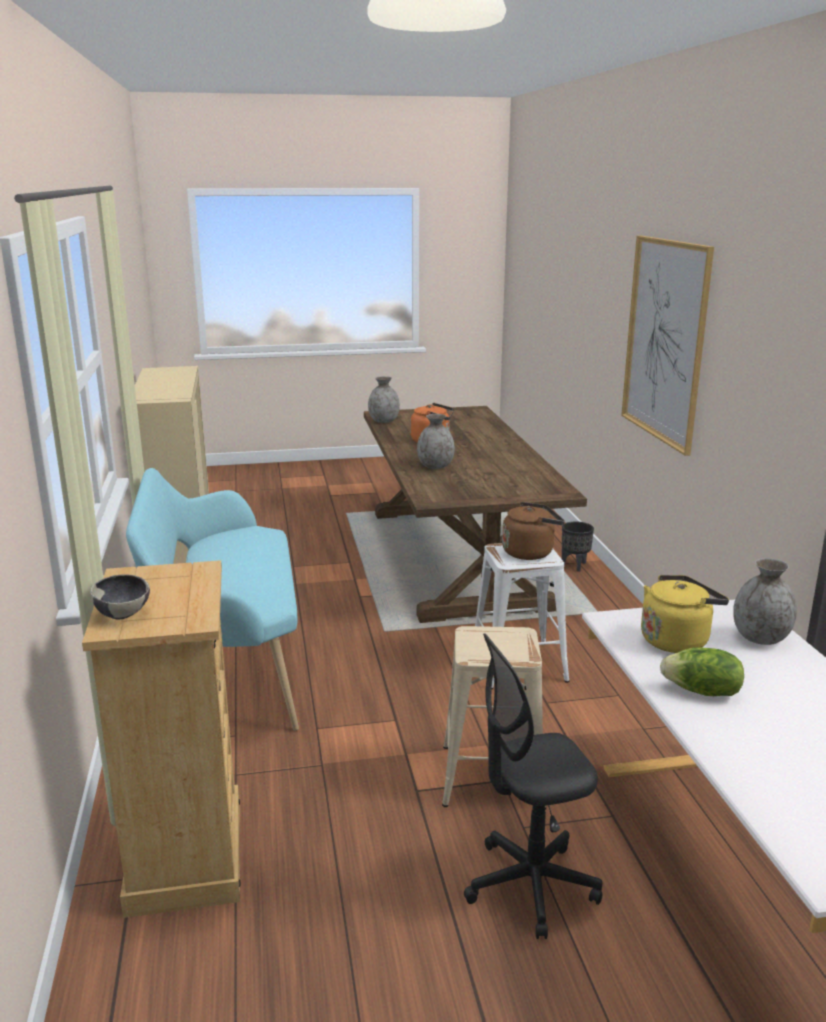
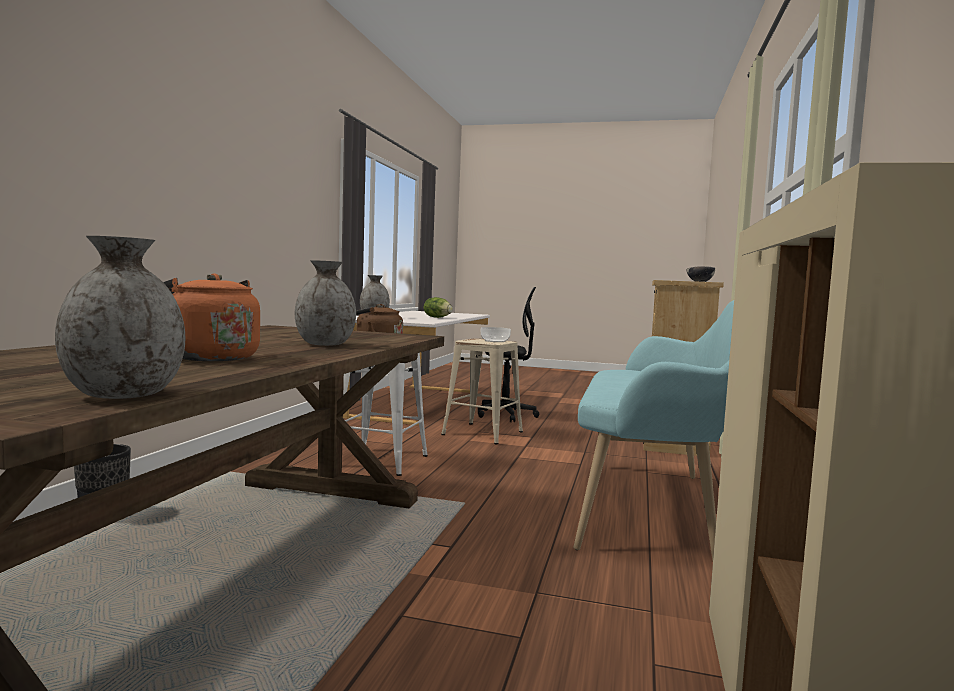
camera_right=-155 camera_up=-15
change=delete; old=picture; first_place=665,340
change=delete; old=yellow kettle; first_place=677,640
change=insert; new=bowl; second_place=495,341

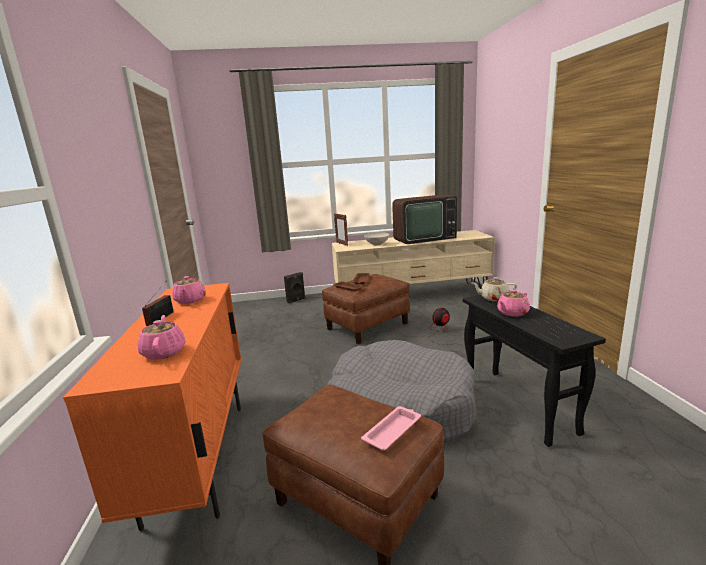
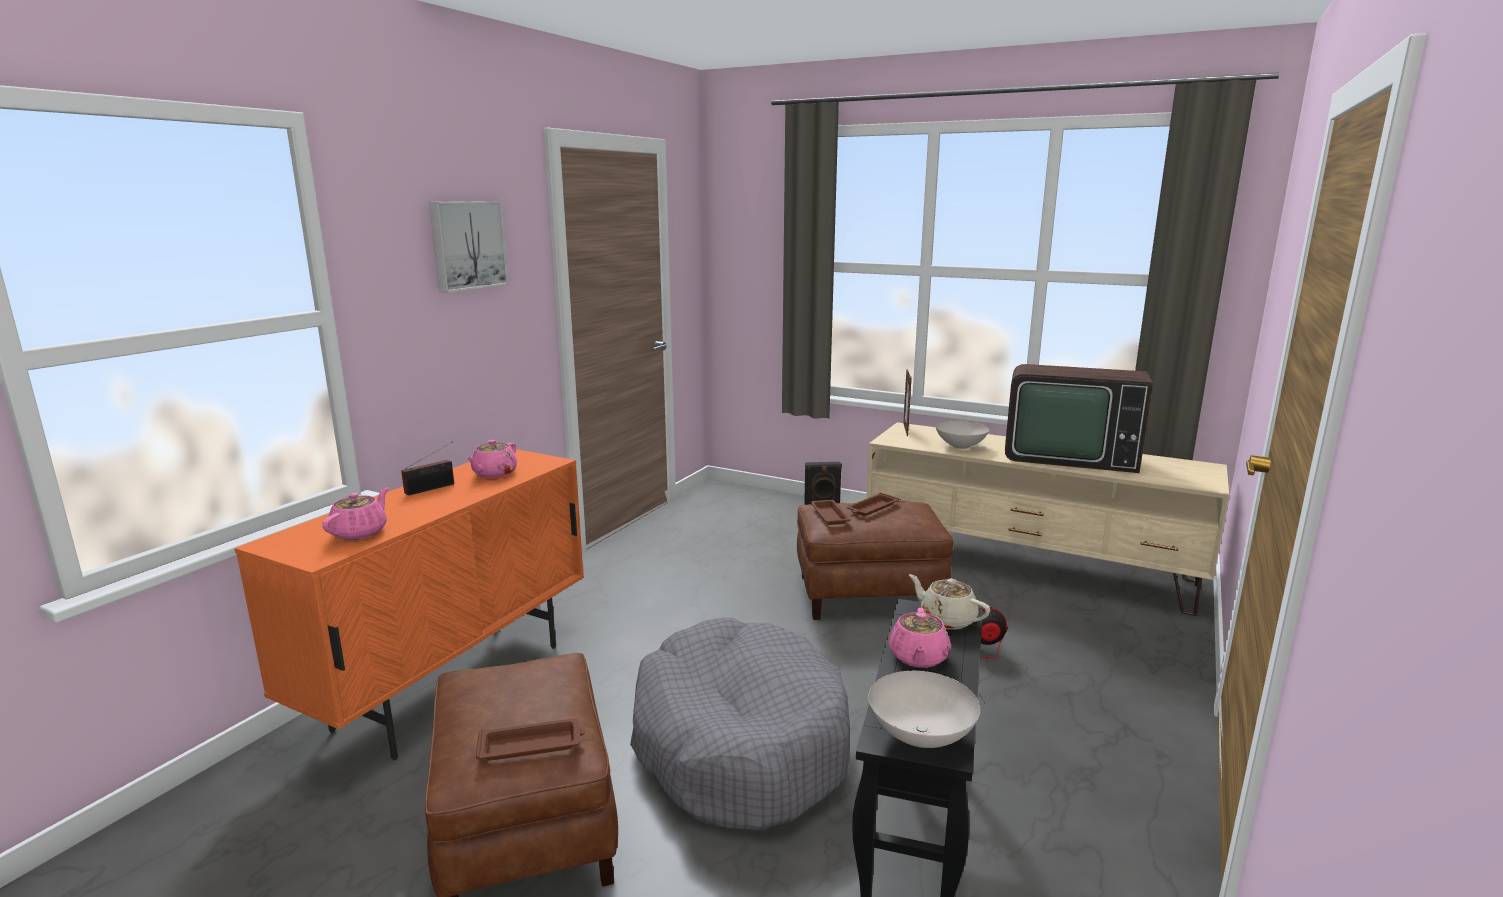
camera_right=35 camera_up=0
change=recolor; old=pink tray; new=brown tray; first_place=393,431; second_place=532,745
change=rotate; old=pink teapot; first_place=512,313; second_place=918,657; degrees=-75
change=insert; new=picture; second_place=467,245
change=insert; new=white bowl; second_place=922,737

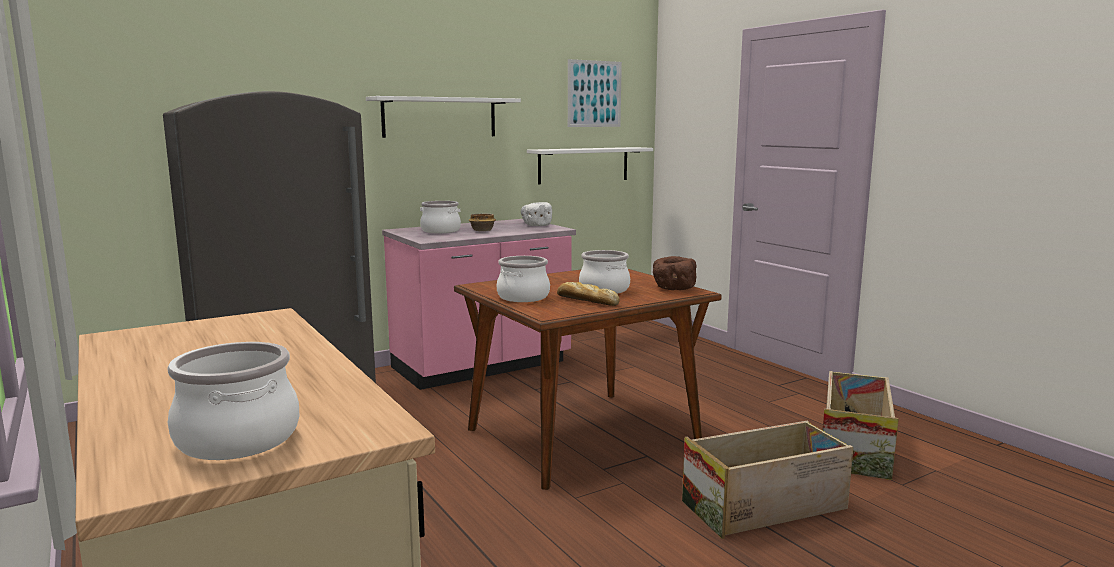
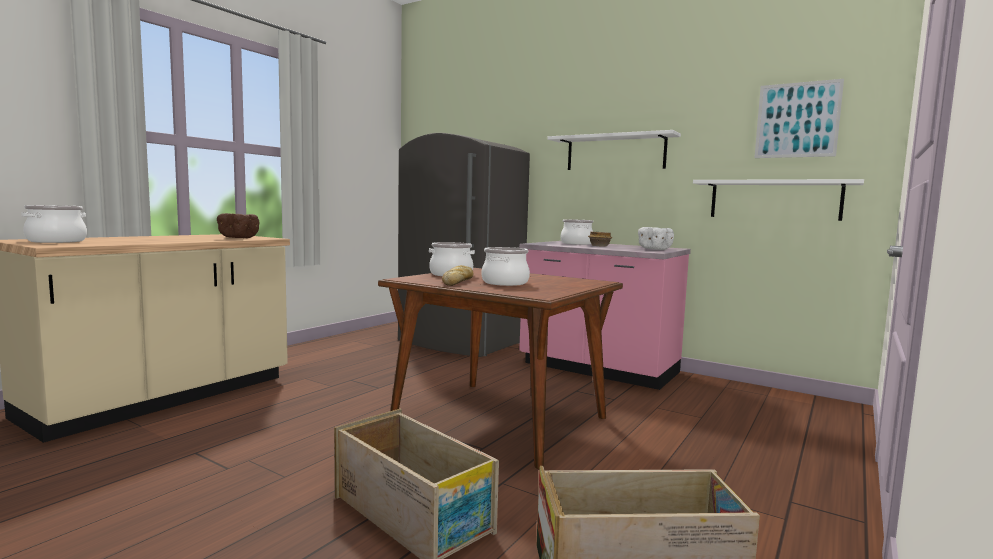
camera_right=65 camera_up=-5
change=move; old=brown bowl; first_place=673,289; second_place=238,238

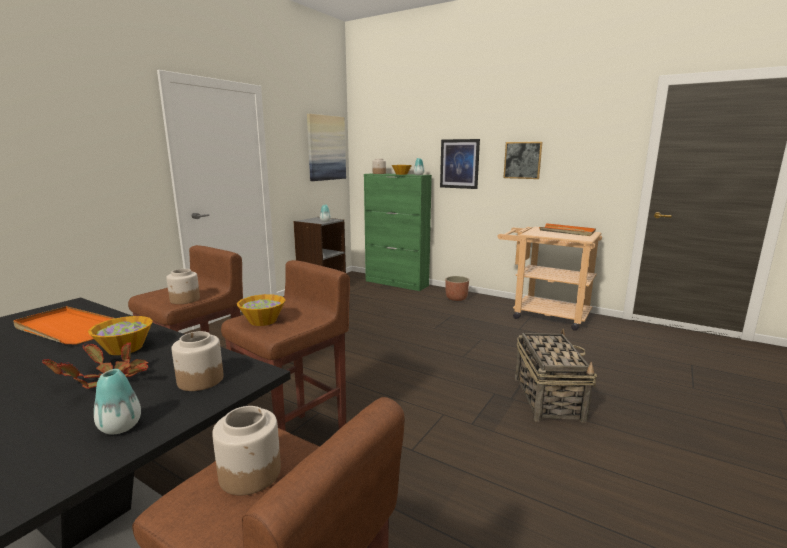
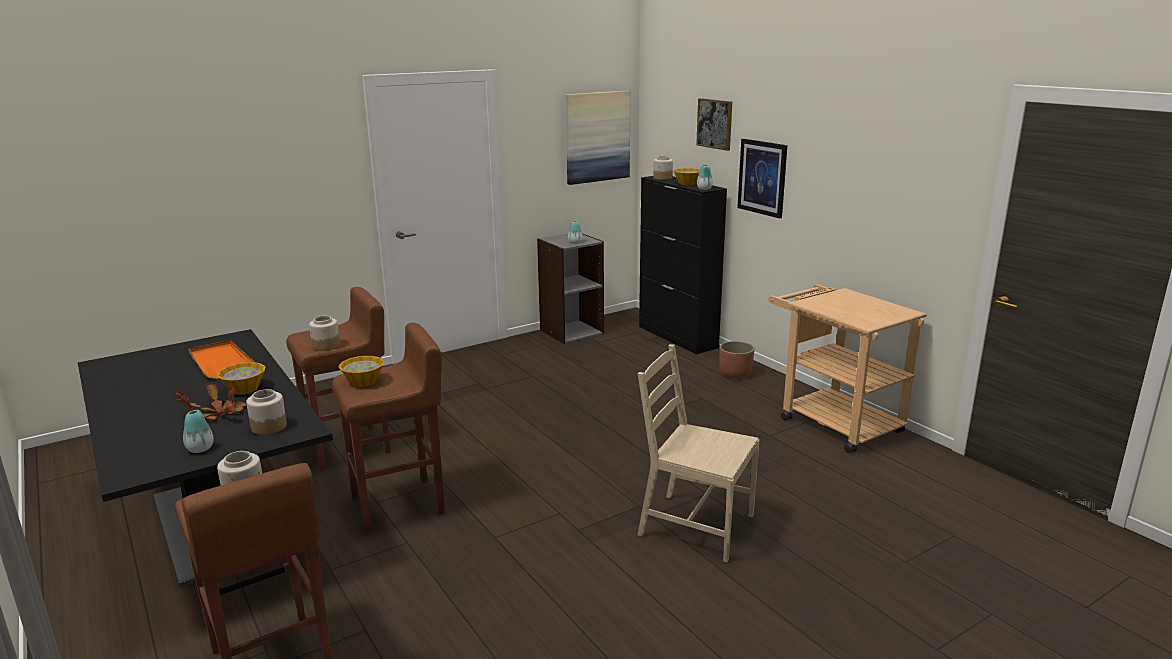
camera_right=25 camera_up=5
change=recolor; old=green cabinet; new=black cabinet; first_place=397,283; second_place=677,337
change=move; old=picture; first_place=522,160; second_place=715,124
change=replace; old=basket; new=beige chair; first_place=548,398; second_place=694,525
change=delete; old=orange tray; first_place=567,232

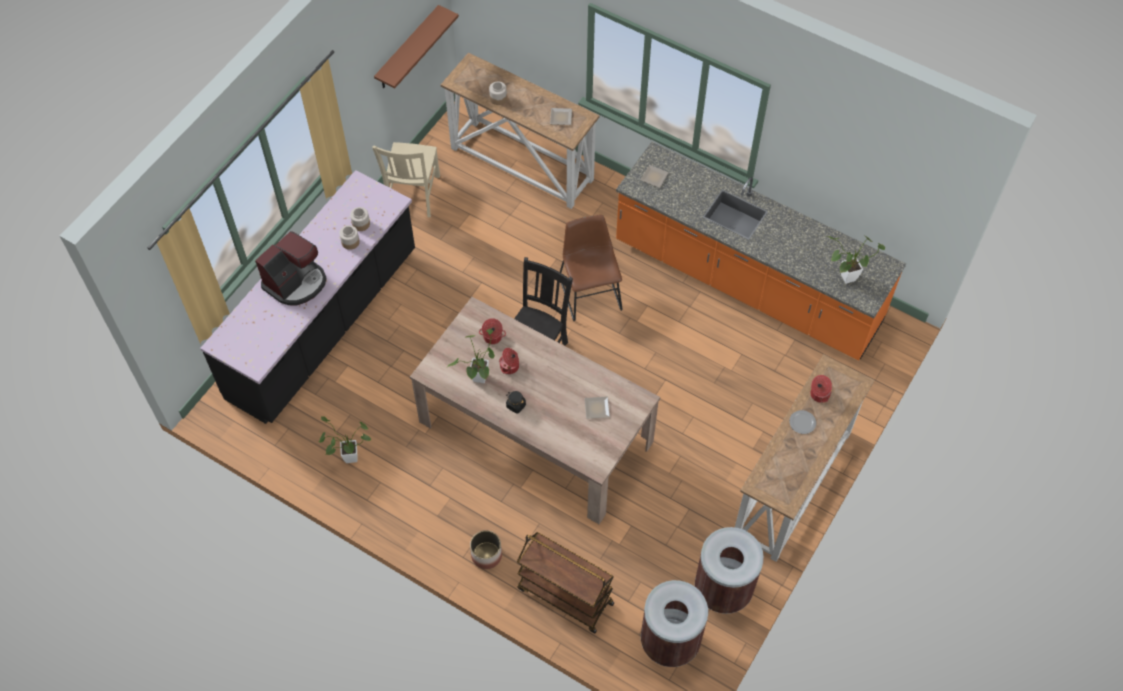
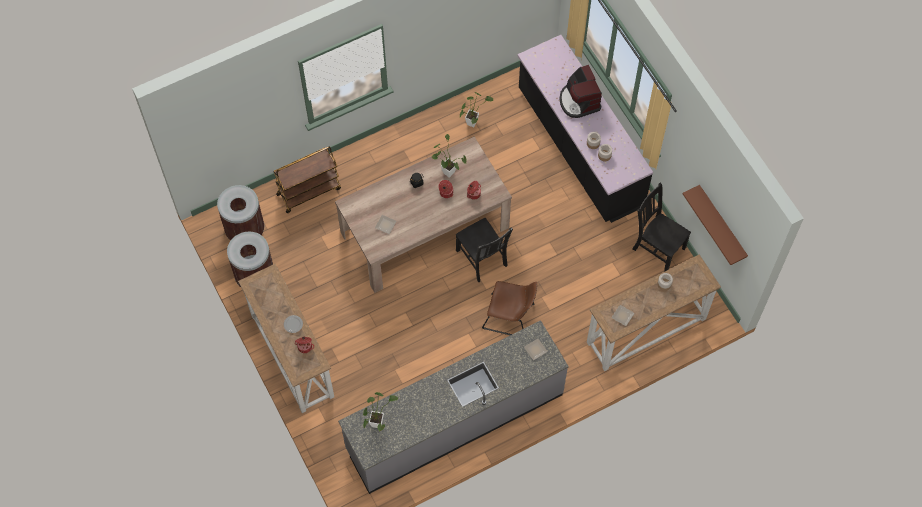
camera_right=120 camera_up=5
change=recolor; old=beige chair; new=black chair; first_place=413,195; second_place=657,247
change=delete; old=planter; first_place=487,555
change=recolor; old=orange counter; new=grey counter; first_place=746,283; second_place=454,421

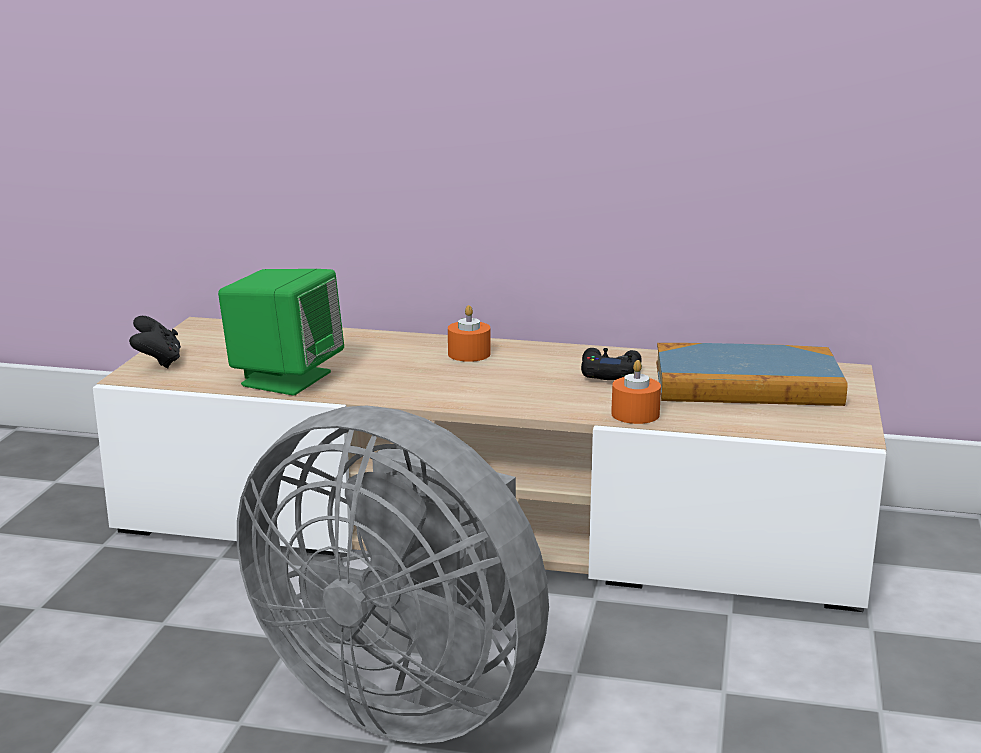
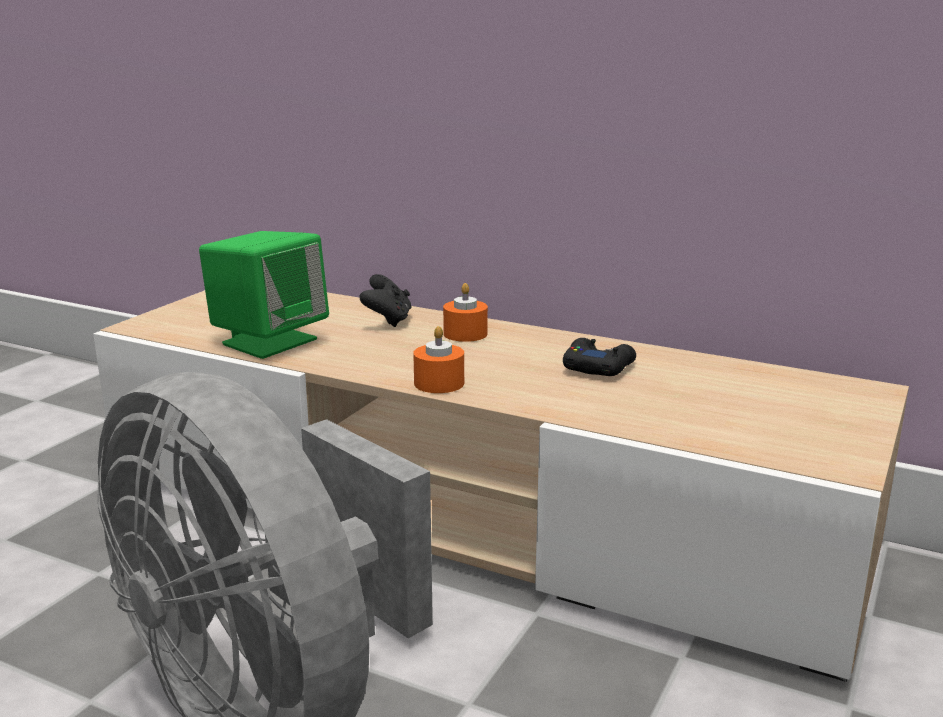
camera_right=15 camera_up=0
change=move; old=black game controller; first_place=158,362; second_place=387,320
change=move; old=orange candle; first_place=635,414; second_place=439,383
change=delete; old=book; first_place=746,384

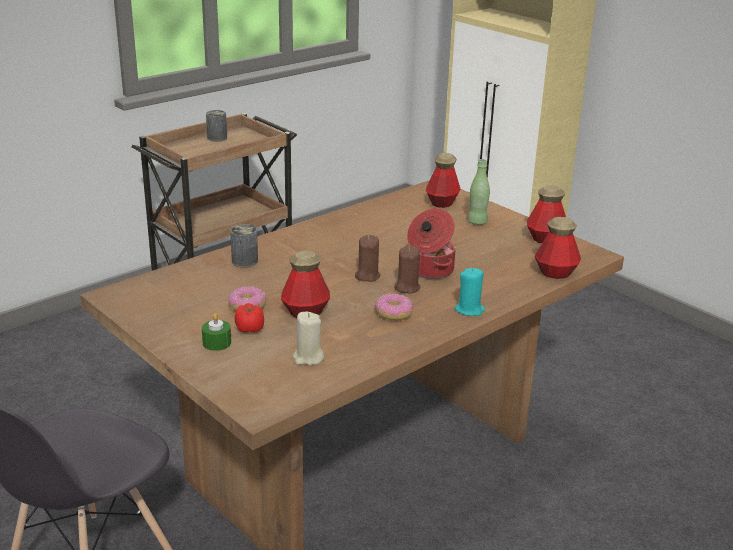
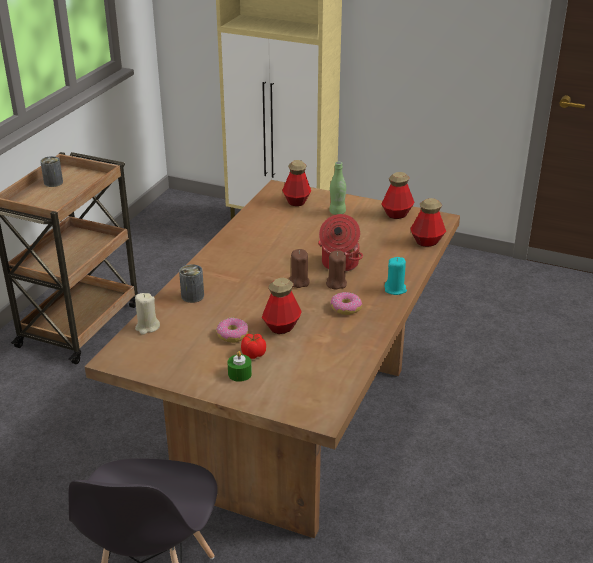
camera_right=-25 camera_up=5
change=move; old=beige candle; first_place=308,358; second_place=147,327

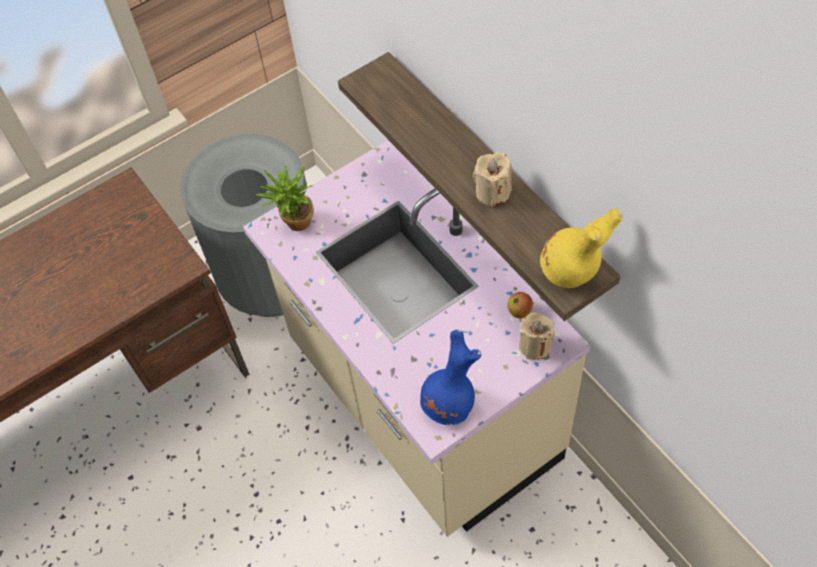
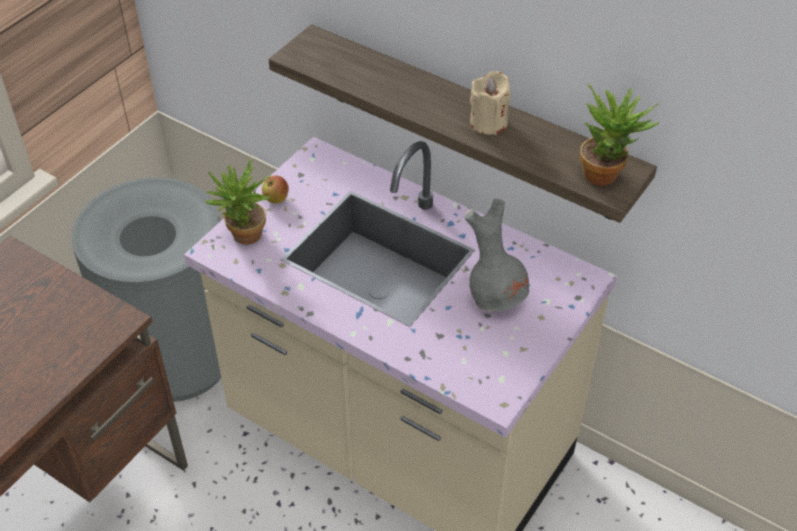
camera_right=-25 camera_up=-10
change=delete; old=blue vase; first_place=450,405
change=move; old=apple; first_place=519,311; second_place=276,199
change=delete; old=beige candle; first_place=535,346
change=replace; old=yellow vase; new=potted plant; first_place=571,272; second_place=607,174
change=insert; new=grey vase; second_place=496,296

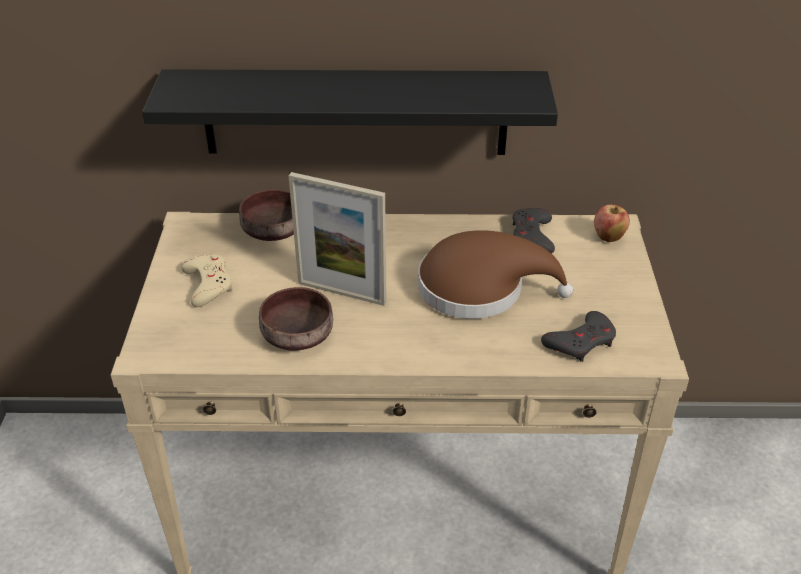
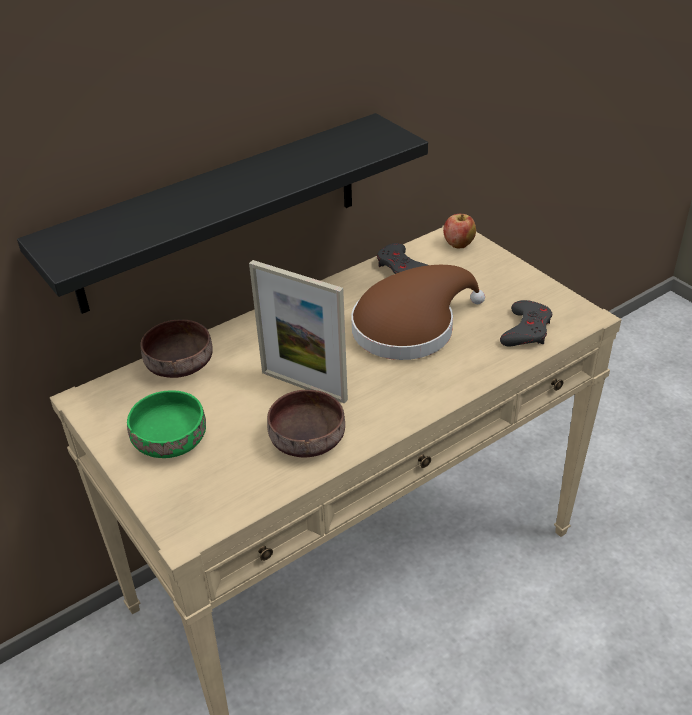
camera_right=-35 camera_up=0
change=replace; old=beige game controller; new=green bowl; first_place=208,284; second_place=172,440
change=rotate; old=picture frame; first_place=341,292; second_place=304,386; degrees=45

